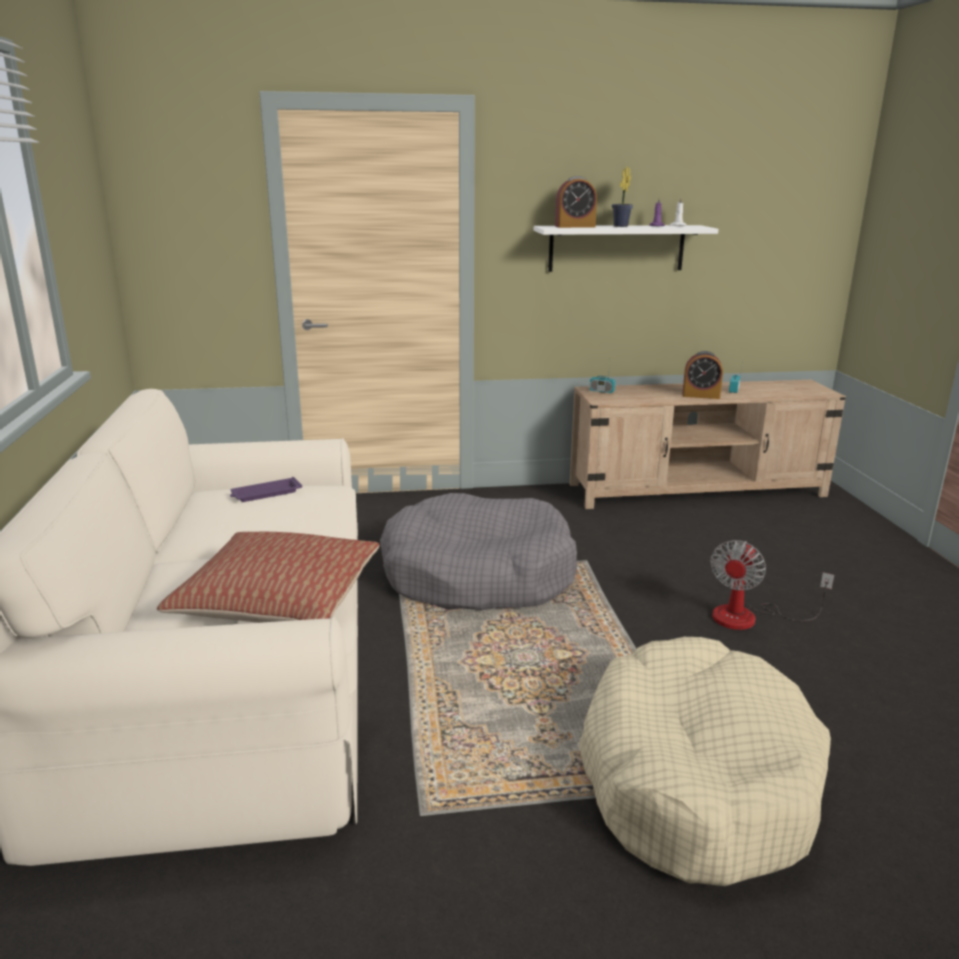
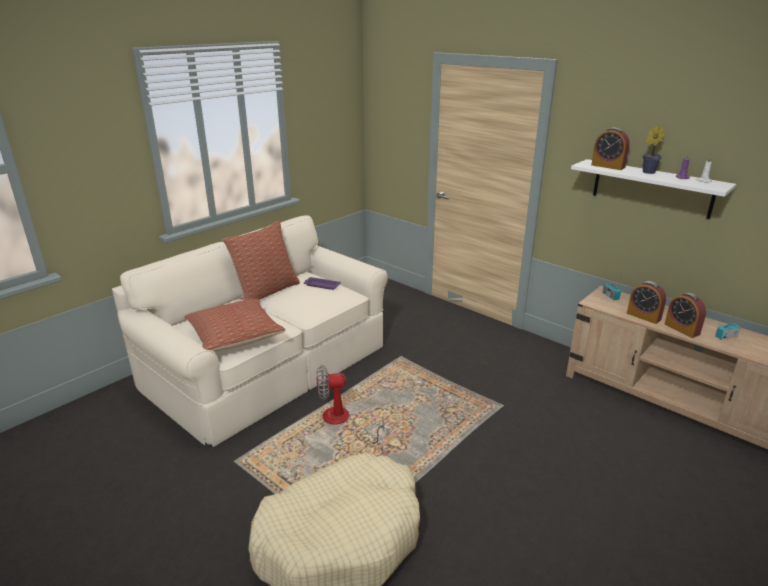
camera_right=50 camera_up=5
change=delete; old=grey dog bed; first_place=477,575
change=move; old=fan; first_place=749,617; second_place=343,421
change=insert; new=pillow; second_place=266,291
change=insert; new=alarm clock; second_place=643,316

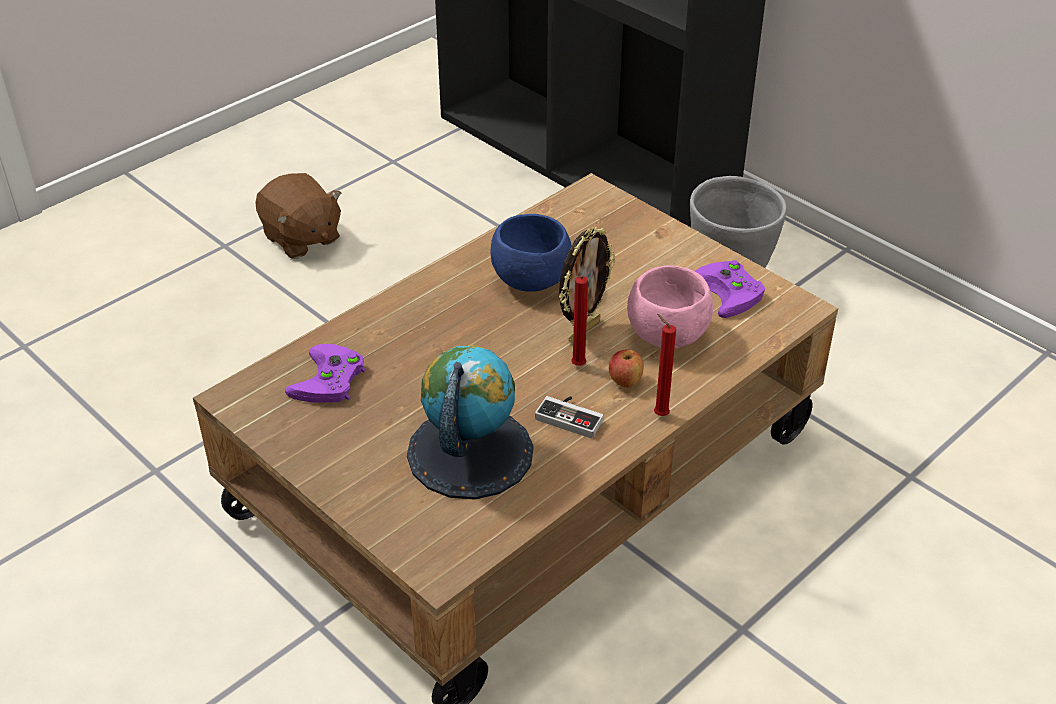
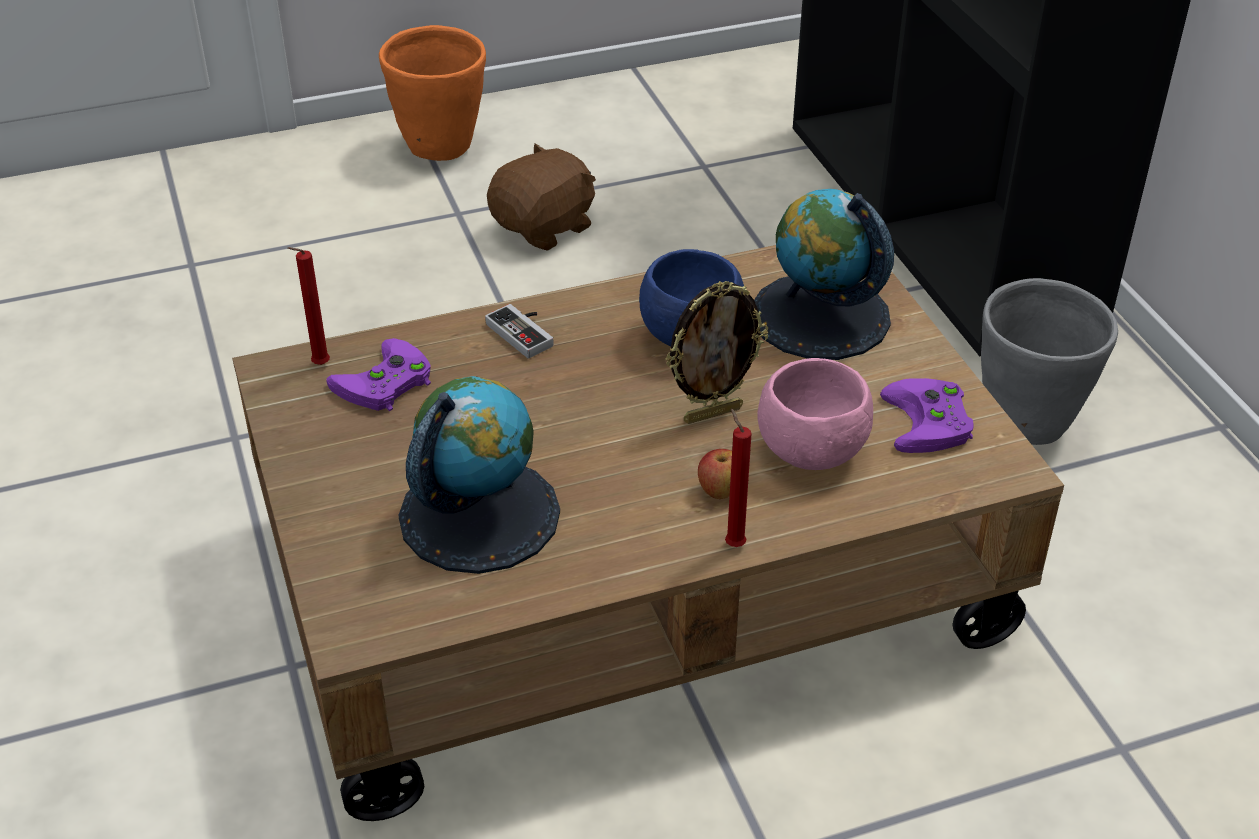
camera_right=25 camera_up=0
change=rotate; old=brown plush toy; first_place=301,238; second_place=545,227; degrees=-120
change=move; old=game controller; first_place=571,416; second_place=525,332
change=move; old=red candle; first_place=577,367; second_place=318,365
change=insert; new=orange planter; second_place=441,148
change=insert; new=globe; second_place=819,316

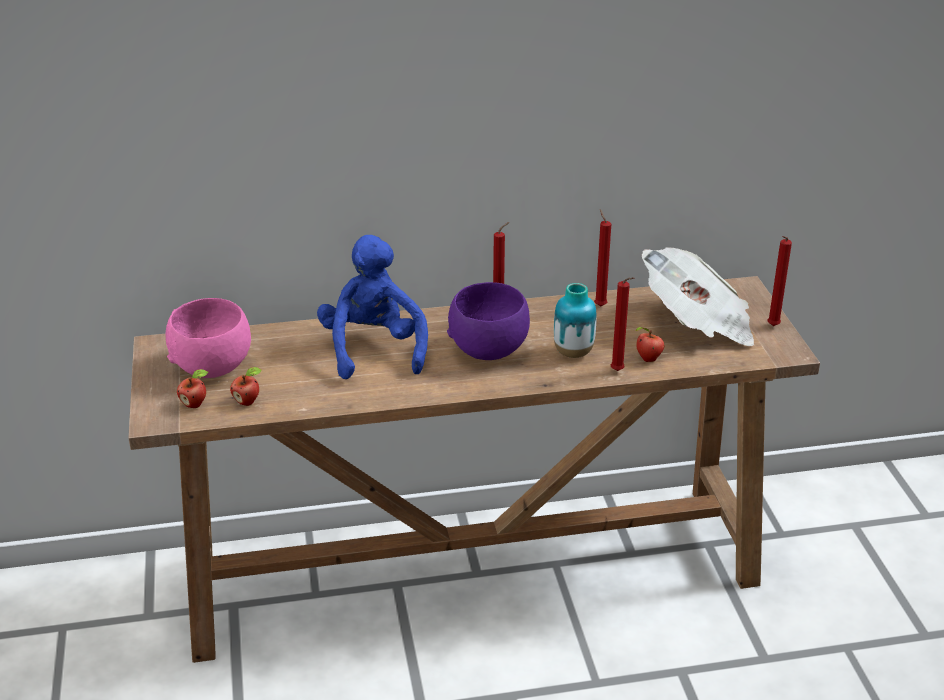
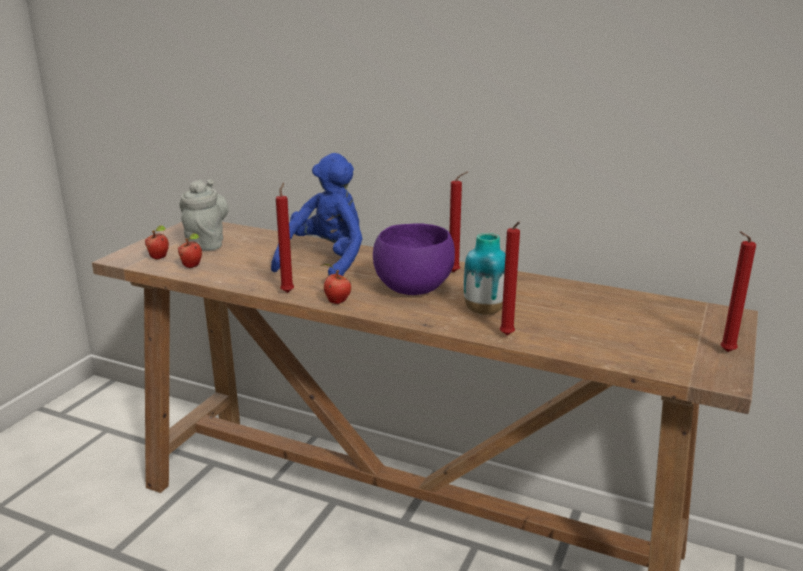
camera_right=35 camera_up=-10
change=replace; old=pink bowl; new=grey teapot; first_place=213,367; second_place=206,243
change=move; old=red candle; first_place=599,305; second_place=288,291
change=move; old=apple; first_place=647,359; second_place=336,302
change=delete; old=newspaper; first_place=698,324

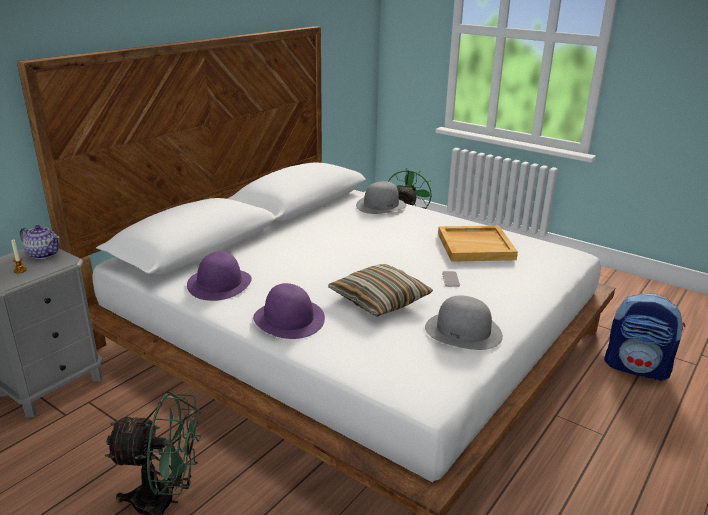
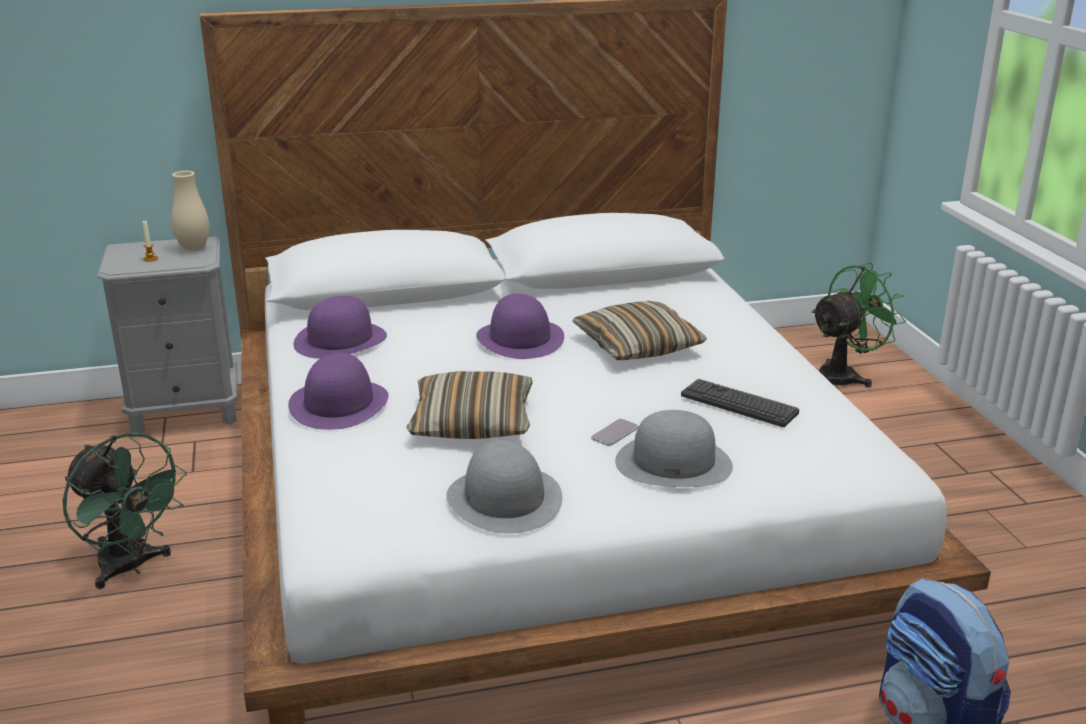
camera_right=40 camera_up=0
change=replace; old=teapot; new=beige vase; first_place=43,254; second_place=194,248
change=move; old=grey hat; first_place=381,205; second_place=674,463
change=replace; old=beige tray; new=keyboard; first_place=476,246; second_place=739,404
change=insert; new=purple hat; second_place=520,339
change=insert; new=pillow; second_place=638,346

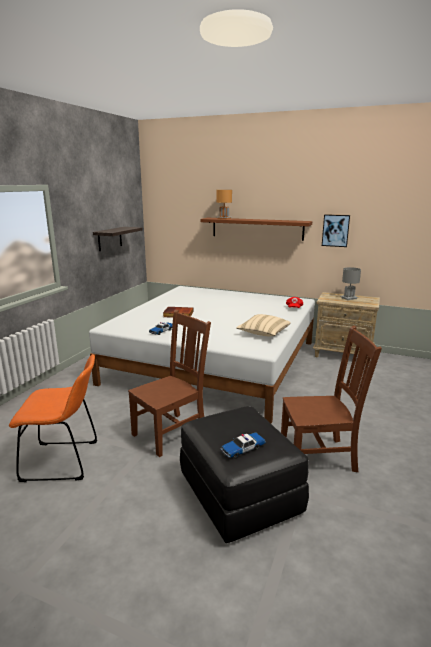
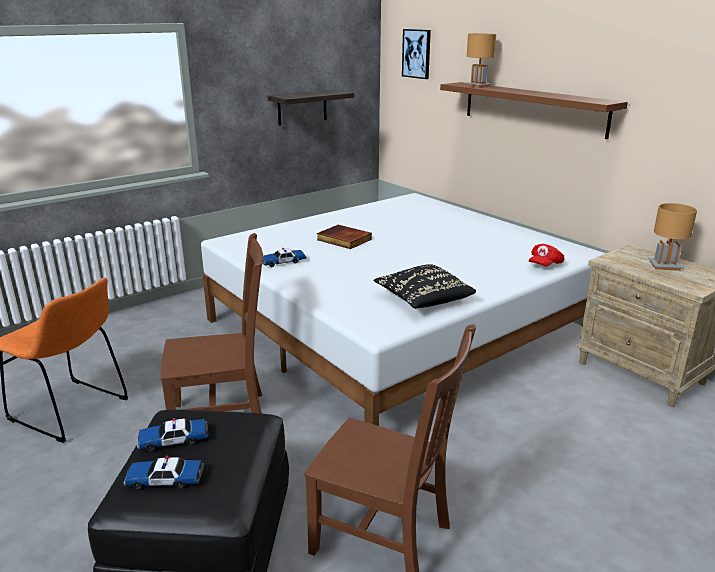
camera_right=30 camera_up=5
change=recolor; old=beige pillow; new=black pillow; first_place=263,333; second_place=423,300
change=move; old=picture; first_place=335,230; second_place=417,53
change=recolor; old=grey table lamp; new=brown table lamp; first_place=348,298; second_place=665,266
change=insert; new=toy car; second_place=173,440

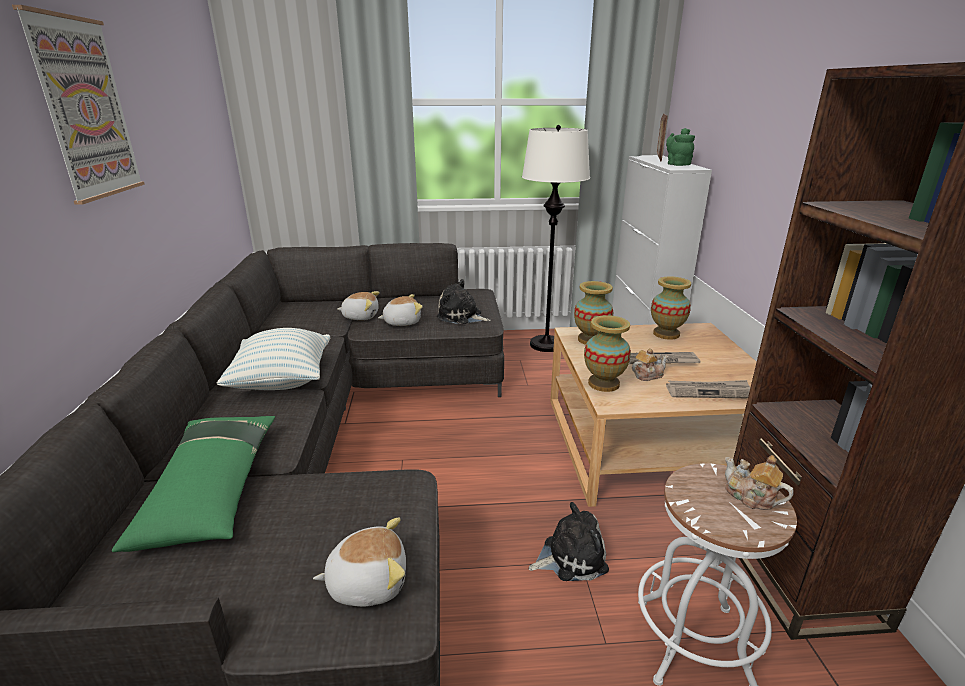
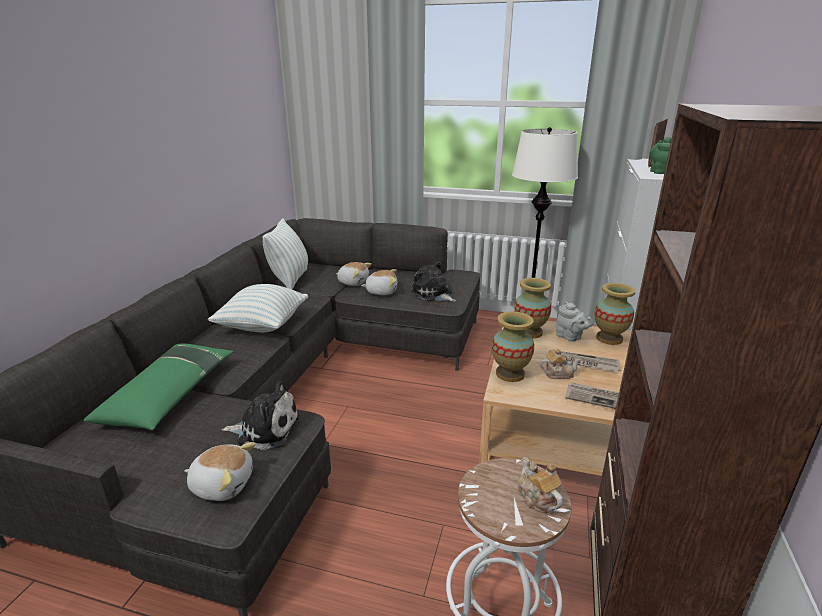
camera_right=20 camera_up=0
change=delete; old=picture; first_place=85,109
change=move; old=plush toy; first_place=570,556; second_place=265,429
change=insert; new=pillow; second_place=290,280
change=insert; new=grey teapot; second_place=570,337

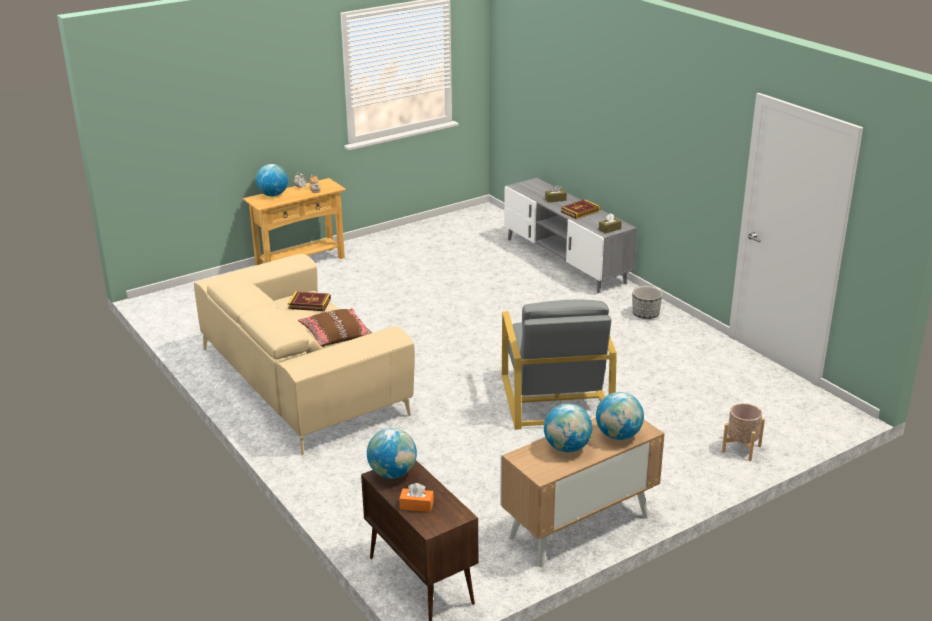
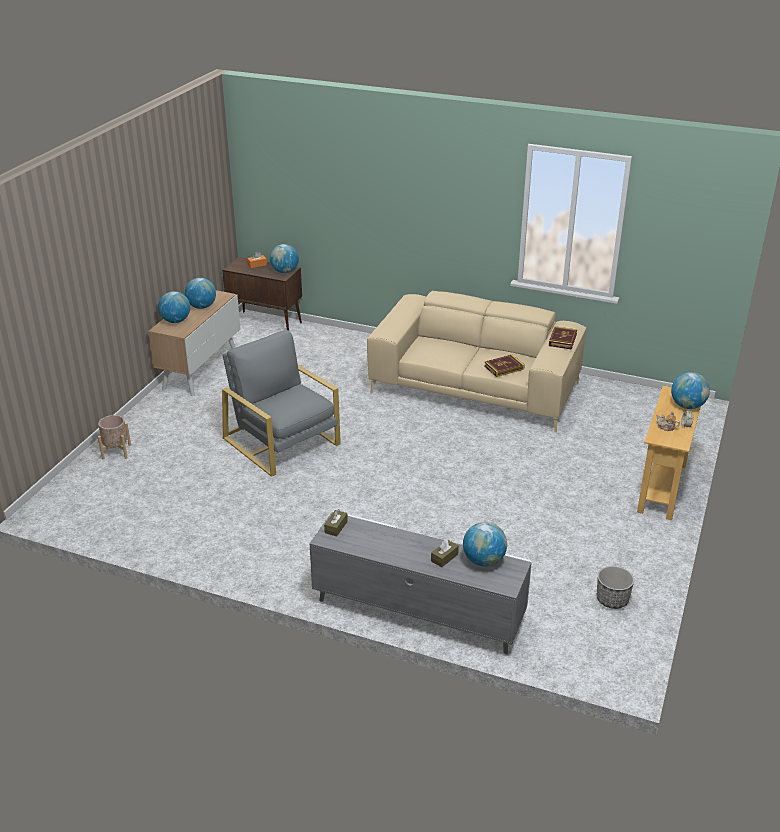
camera_right=145 camera_up=5
change=delete; old=brown pillow; first_place=335,335
change=move; old=book; first_place=580,211; second_place=562,340
change=move; old=planter; first_place=645,314; second_place=612,600
change=insert; new=globe; second_place=484,560

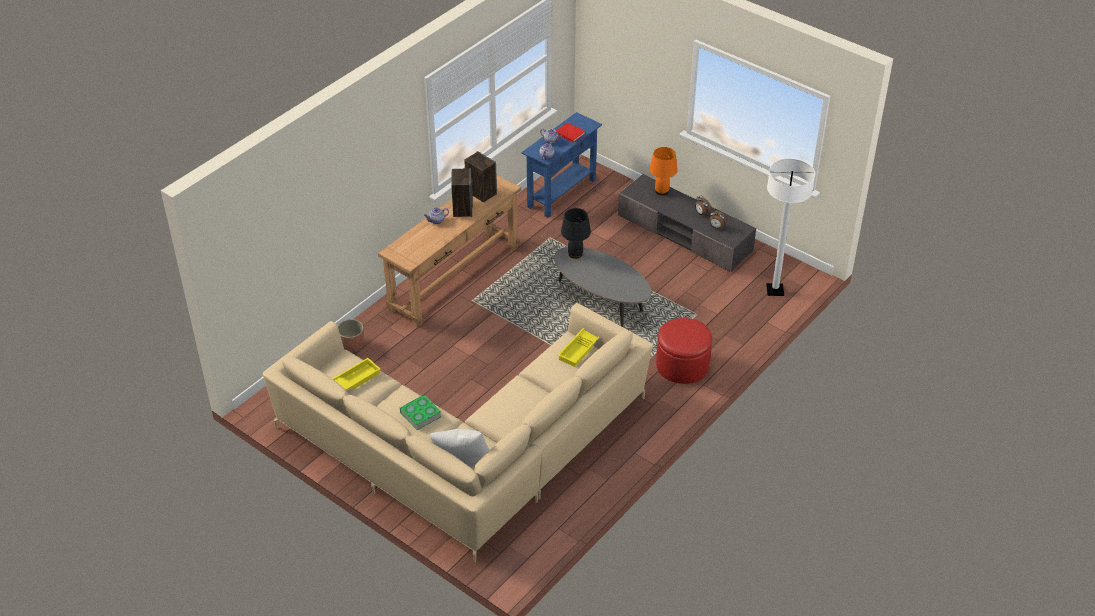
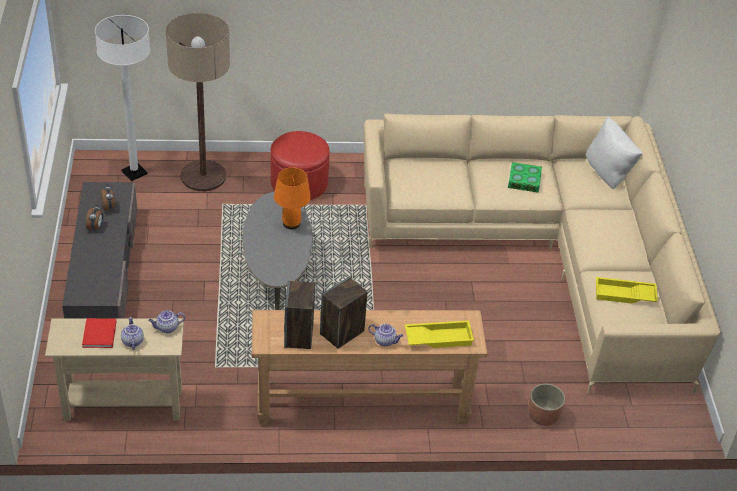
camera_right=-135 camera_up=0
change=move; old=book; first_place=420,414; second_place=524,180
change=recolor; old=blue console table; new=beige console table; first_place=561,193; second_place=123,405
change=move; old=yellow tray; first_place=580,349; second_place=438,337
change=delete; old=black table lamp; first_place=575,254
change=move; old=orange table lamp; first_place=662,191; second_place=291,223
change=insert; new=floor lamp; second_place=203,176

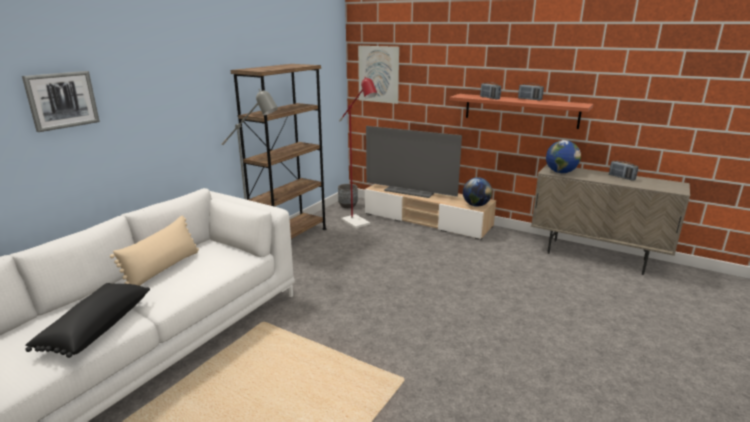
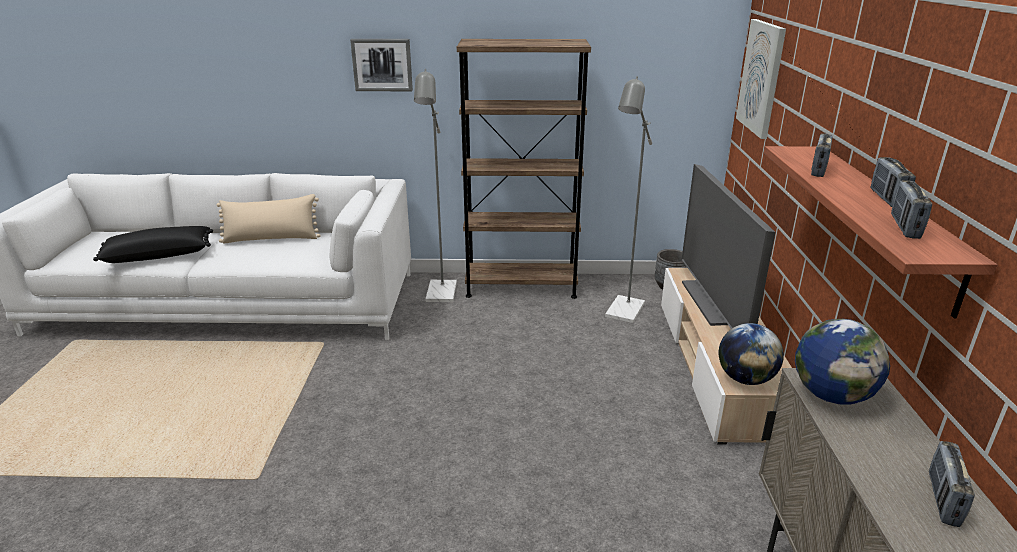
camera_right=60 camera_up=5
change=move; old=picture; first_place=62,100; second_place=382,65
change=recolor; old=red floor lamp; new=grey floor lamp; first_place=358,224; second_place=622,314
change=insert; new=radio; second_place=904,227

